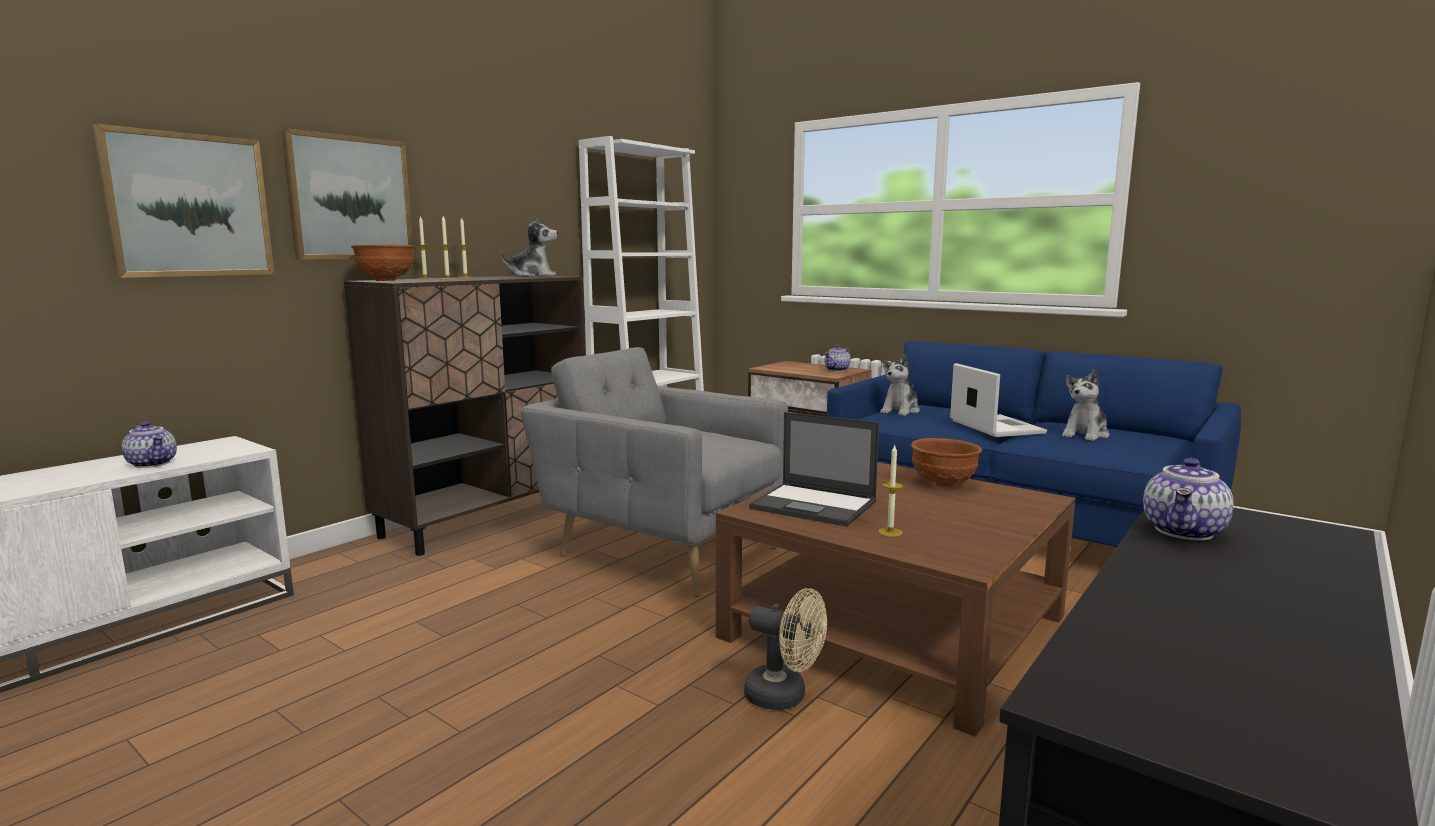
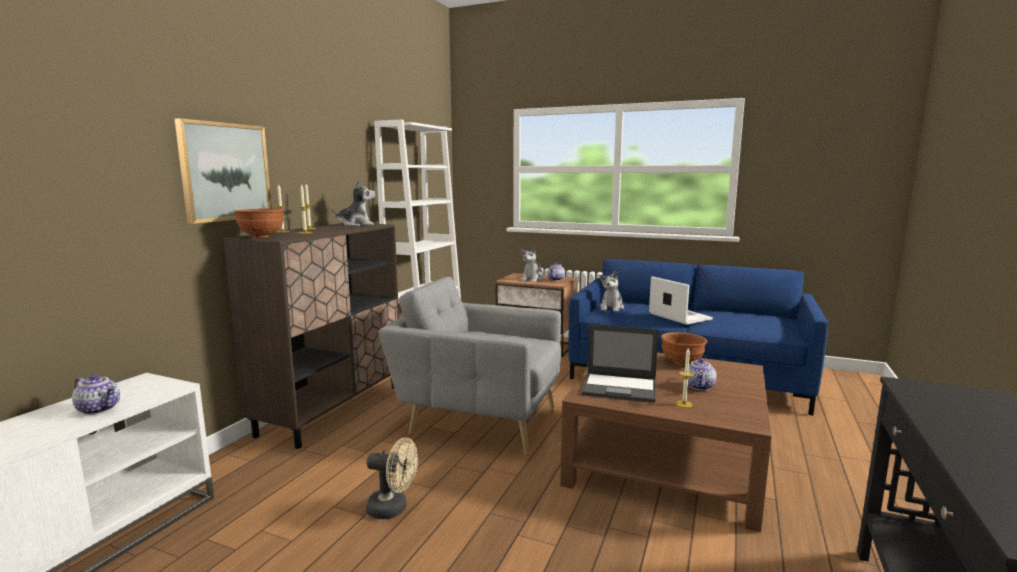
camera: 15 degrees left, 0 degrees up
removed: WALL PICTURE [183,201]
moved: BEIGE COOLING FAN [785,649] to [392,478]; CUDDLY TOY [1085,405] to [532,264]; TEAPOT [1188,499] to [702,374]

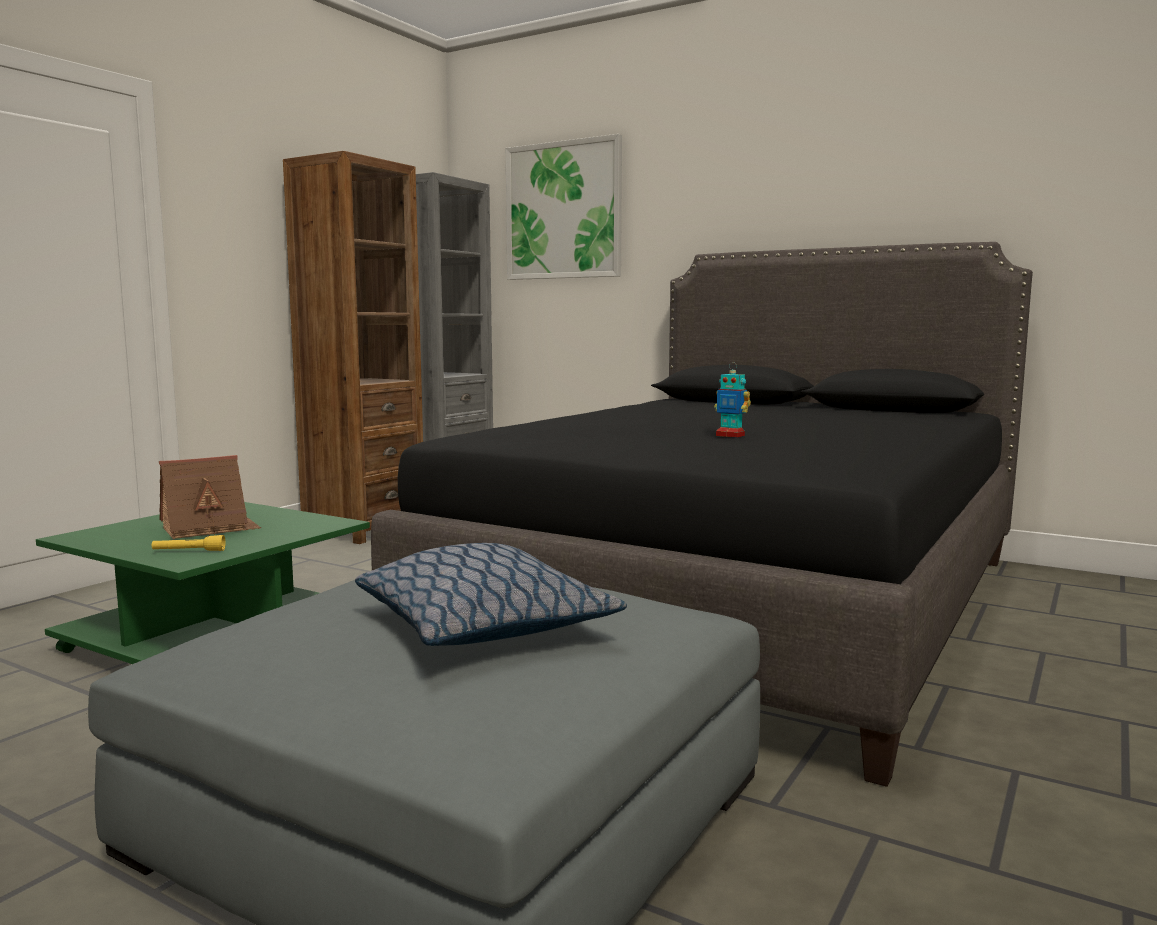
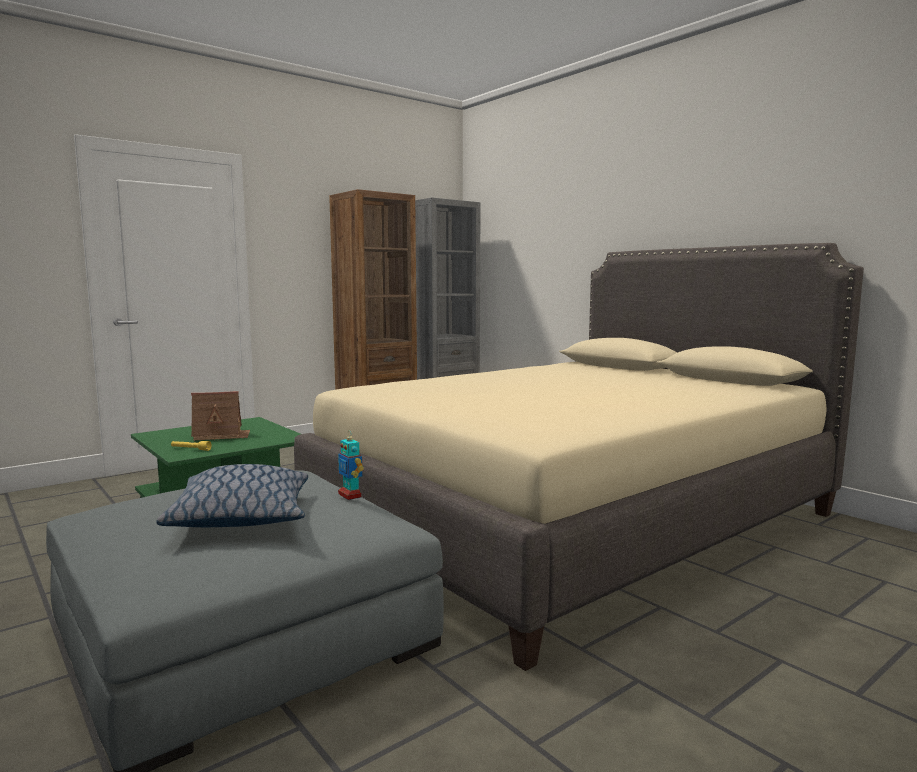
camera: 20 degrees right, 0 degrees up
removed: WALL PICTURE [564,207]
moved: TOY ROBOT [732,400] to [351,465]
recoloured: BLACK-COLOURED BED [702,514] to BEIGE BED [579,457]

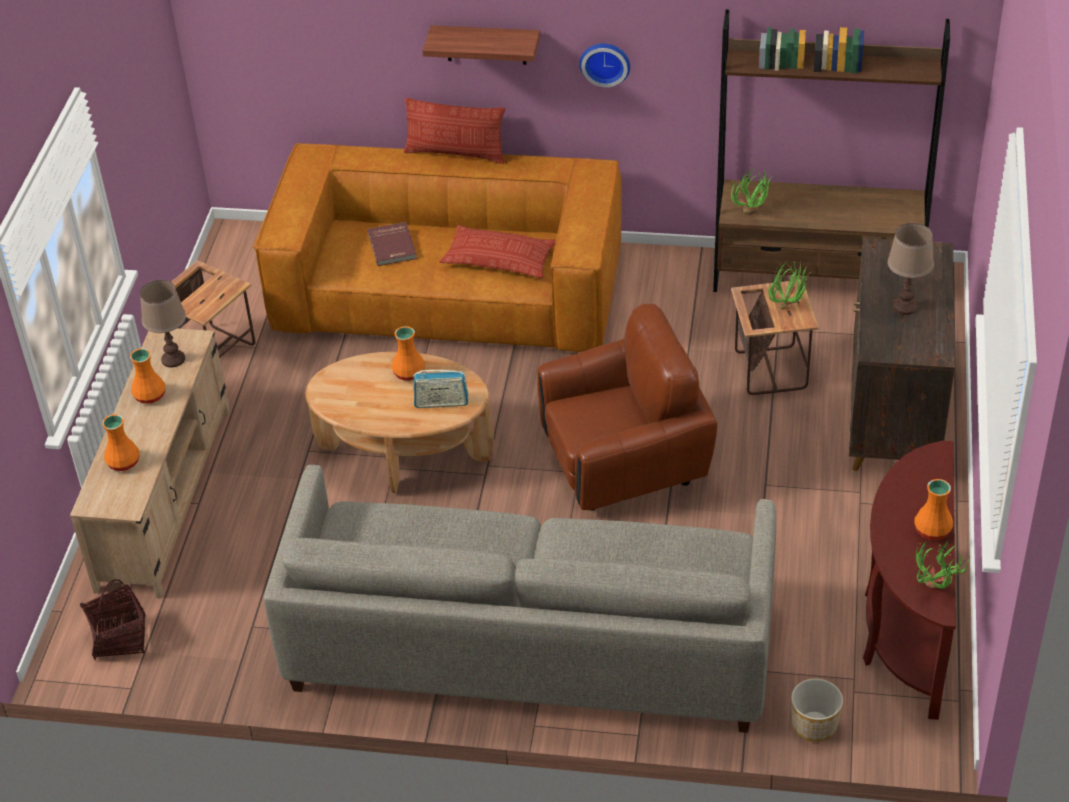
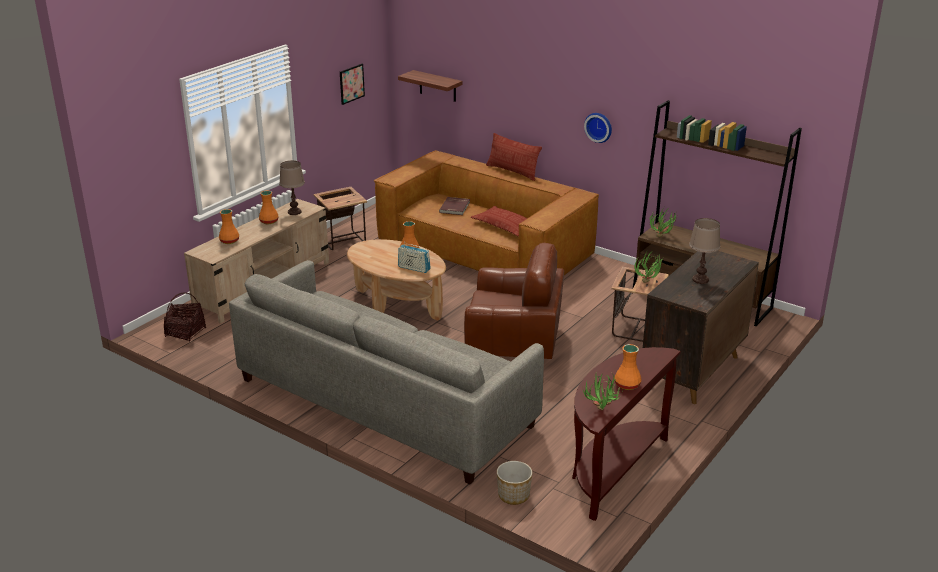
camera: 25 degrees right, 15 degrees down
added: WALL PICTURE [352,84]
moved: SHELF [481,45] to [430,86]

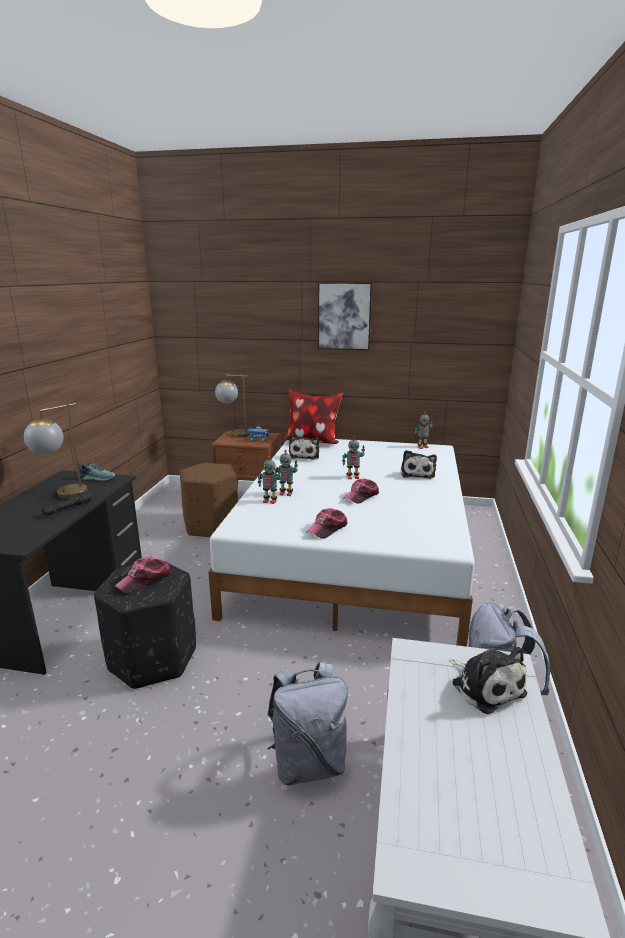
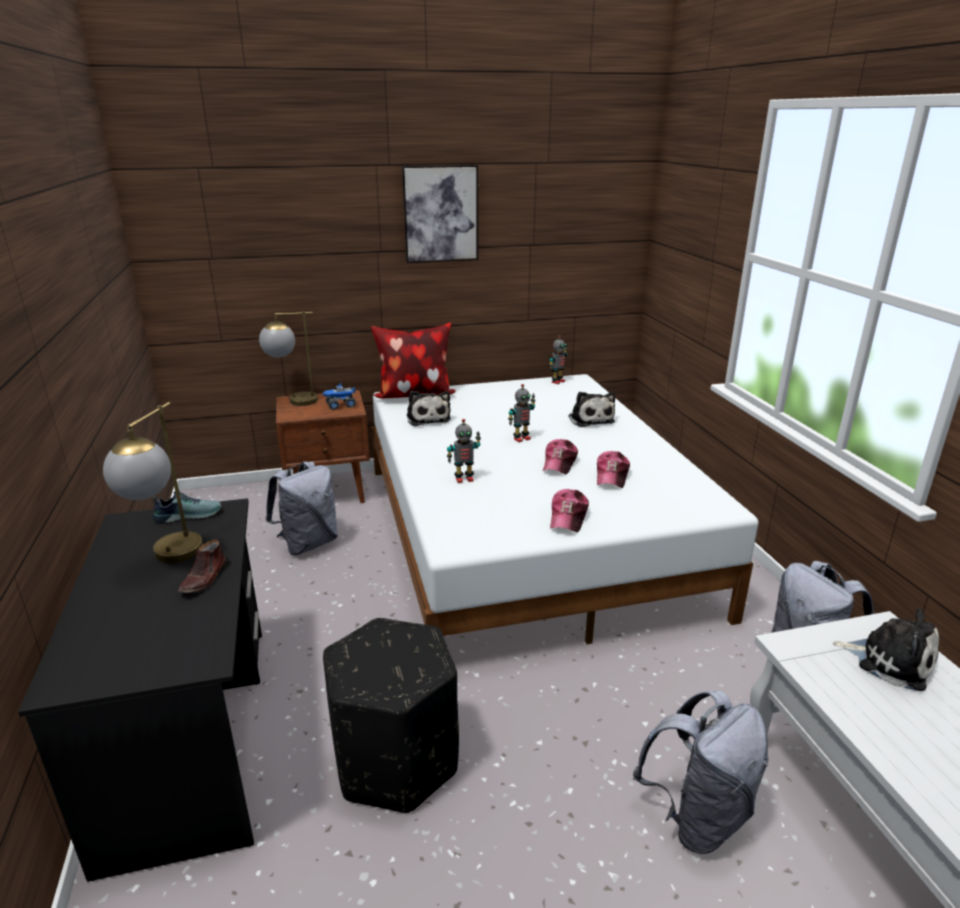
camera: 25 degrees left, 5 degrees up
removed: TOY ROBOT [270,480]
moved: BASEBALL CAP [143,575] to [613,469]
replaced: BLACK-COLOURED HAND TORCH [67,504] to BROWN-COLOURED ITEM OF FOOTWEAR [202,566]; BROWN-COLOURED POUFFE [209,500] to GREY KNAPSACK [302,508]

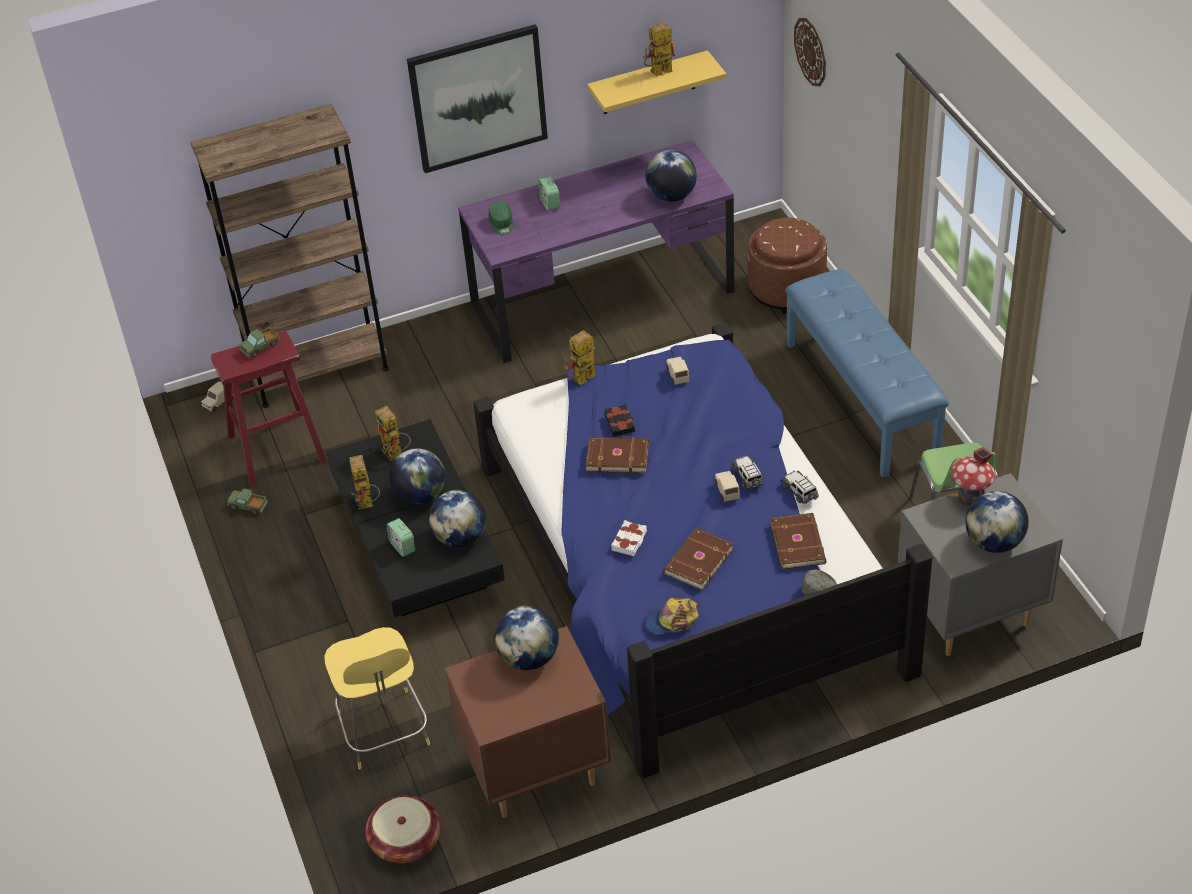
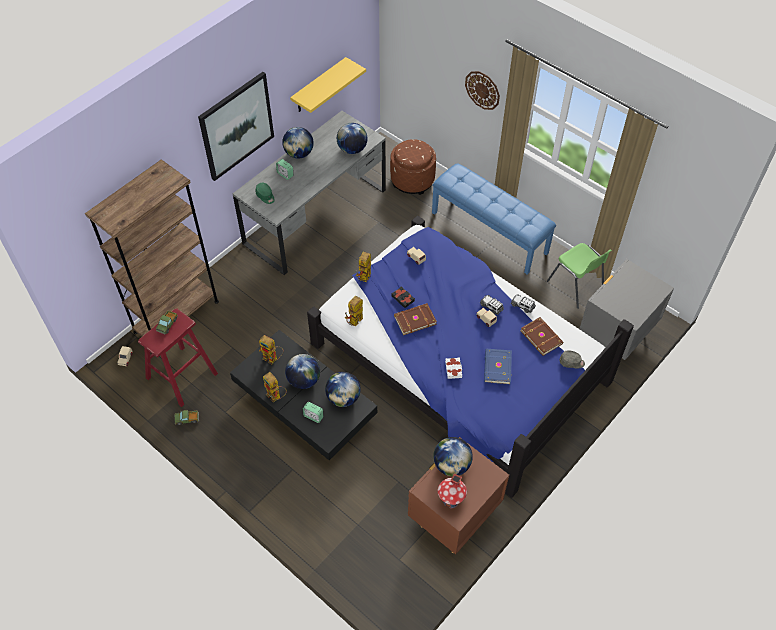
camera: 30 degrees left, 10 degrees up
removed: YELLOW-COLOURED STOOL SEAT [377,698]; STORAGE BASKET [403,829]; BASEBALL CAP [672,616]
moved: TOY ROBOT [659,50] to [354,311]; CLOCK ON THE WALL [810,52] to [482,90]; MINIATURE HOUSE [973,477] to [452,490]; GLOBE [997,522] to [298,143]
recoloured: PURPLISH DESK TABLE [596,251] to GREY DESK TABLE [309,193]; BROWN-COLOURED BOOK [698,559] to BLUE-COLOURED BOOK [498,366]

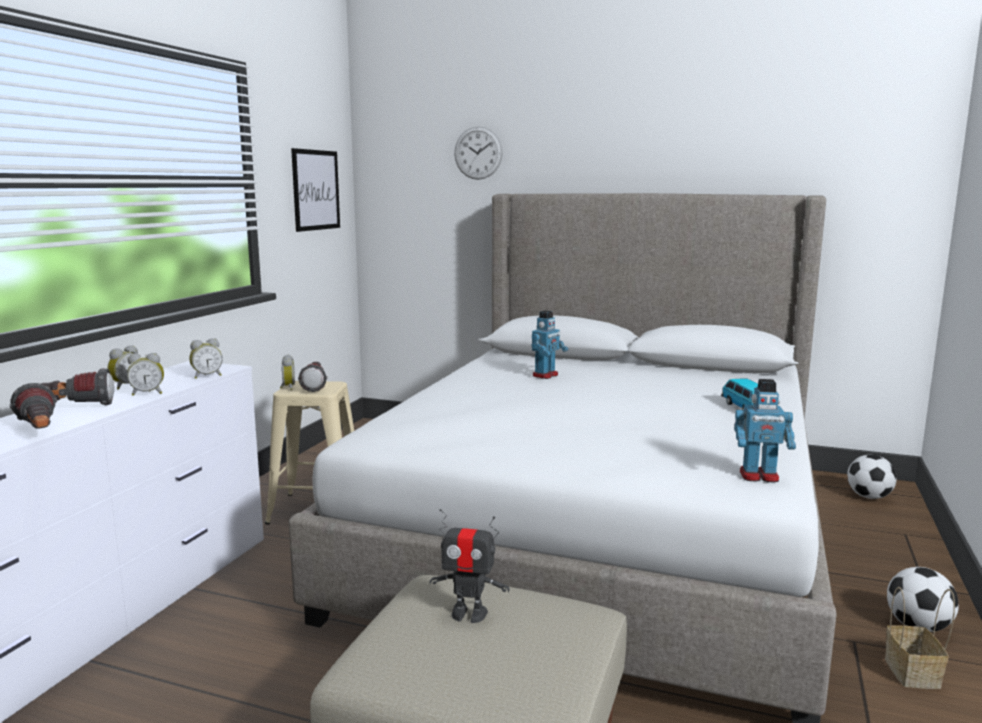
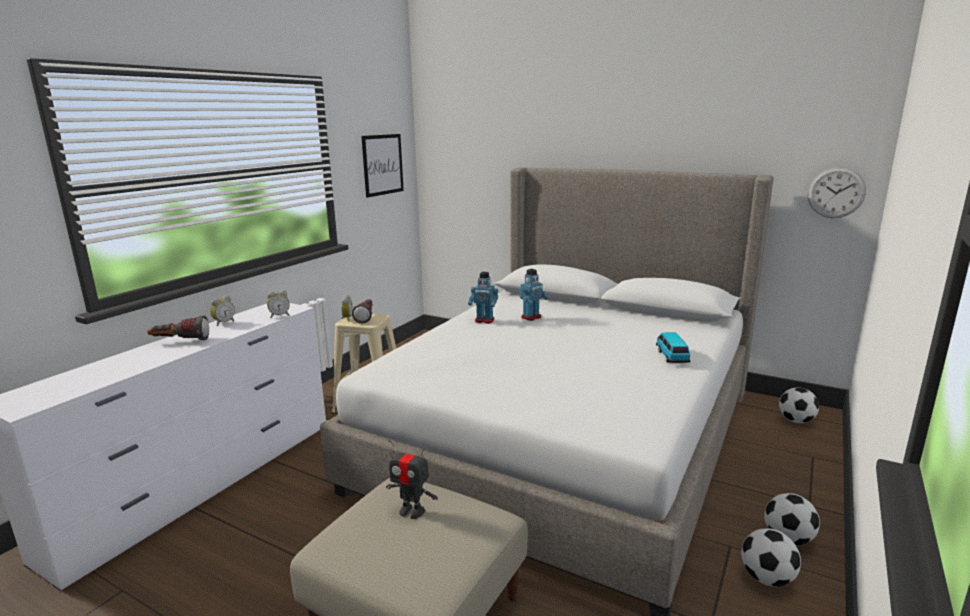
camera: 10 degrees right, 5 degrees up
removed: HAND TORCH [33,406]; BEDSIDE CLOCK [145,374]
moved: CLOCK ON THE WALL [478,153] to [837,192]; TOY ROBOT [765,430] to [483,298]
replaced: STORAGE BASKET [920,638] to BALL FOR FOOTBALL [771,557]

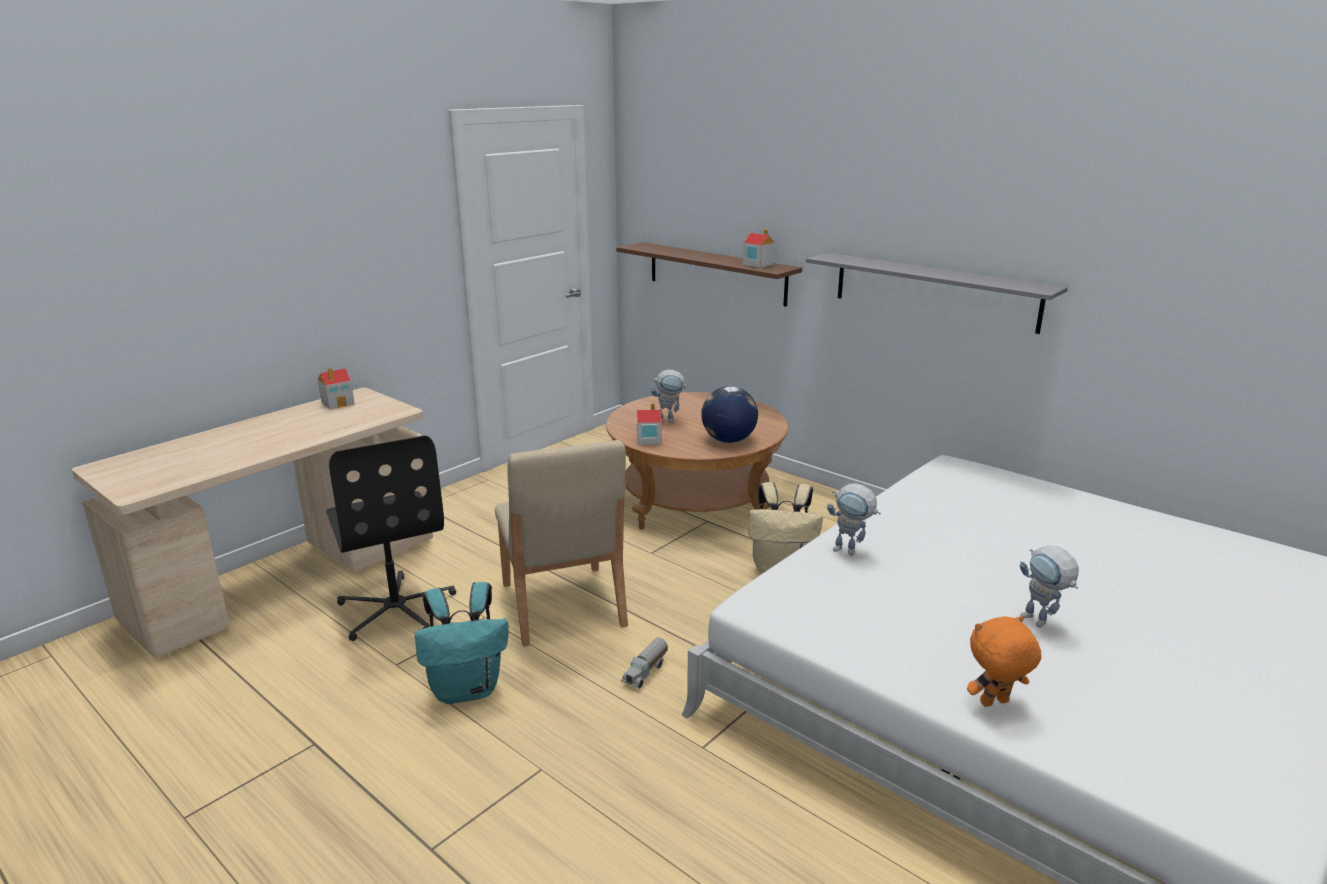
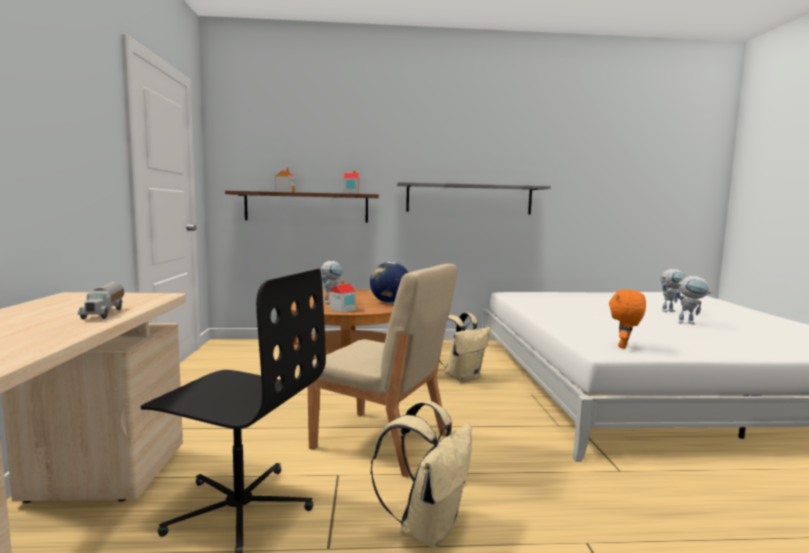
camera: 45 degrees left, 15 degrees down
moved: MINIATURE HOUSE [336,389] to [285,179]; TOY LORRY [644,662] to [100,301]; TOY ROBOT [854,519] to [673,290]; ORANGE CUDDLY TOY [1004,661] to [627,319]
recoloured: TURQUOISE-COLOURED KNAPSACK [461,643] to BEIGE KNAPSACK [421,474]

